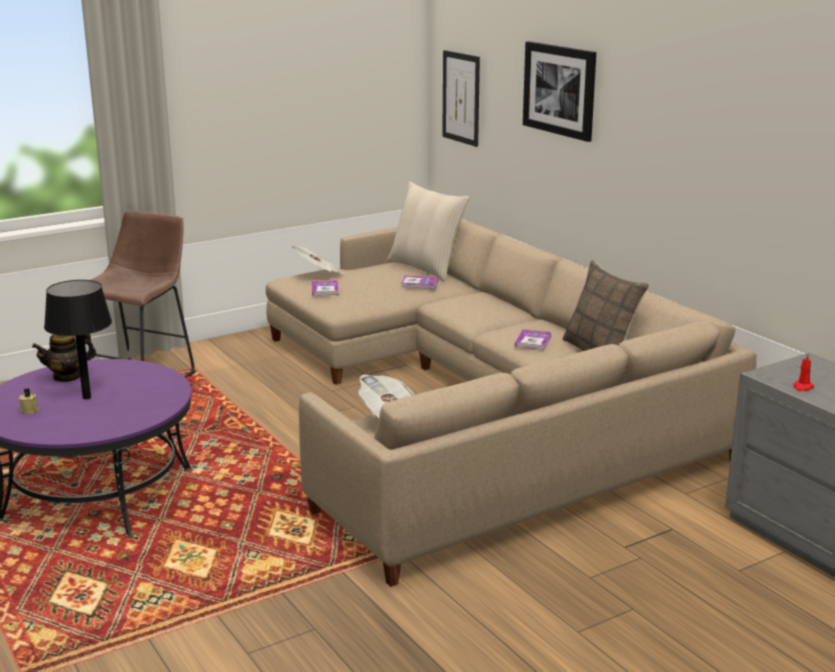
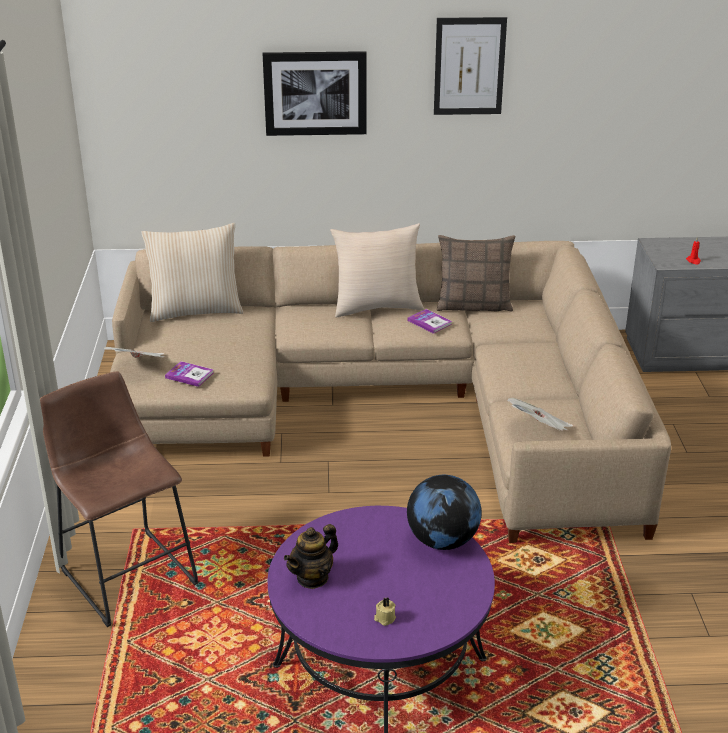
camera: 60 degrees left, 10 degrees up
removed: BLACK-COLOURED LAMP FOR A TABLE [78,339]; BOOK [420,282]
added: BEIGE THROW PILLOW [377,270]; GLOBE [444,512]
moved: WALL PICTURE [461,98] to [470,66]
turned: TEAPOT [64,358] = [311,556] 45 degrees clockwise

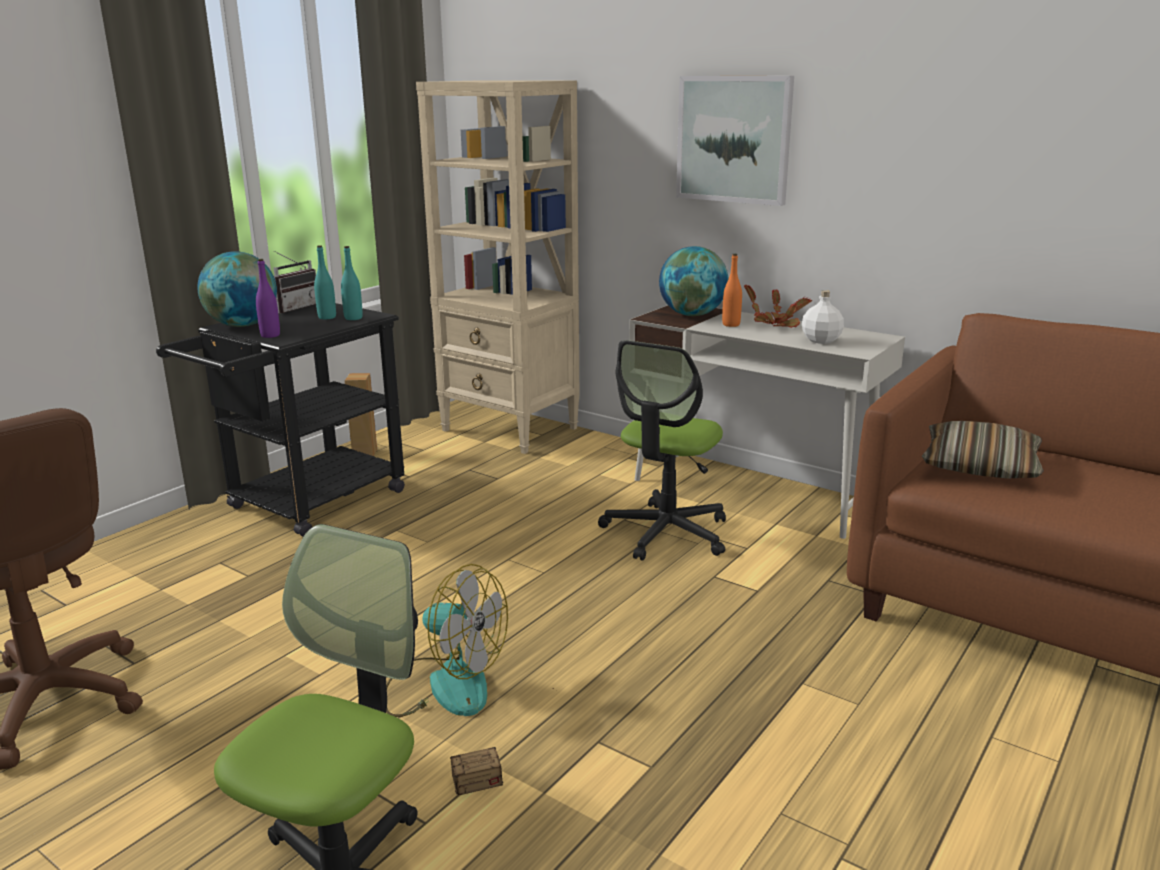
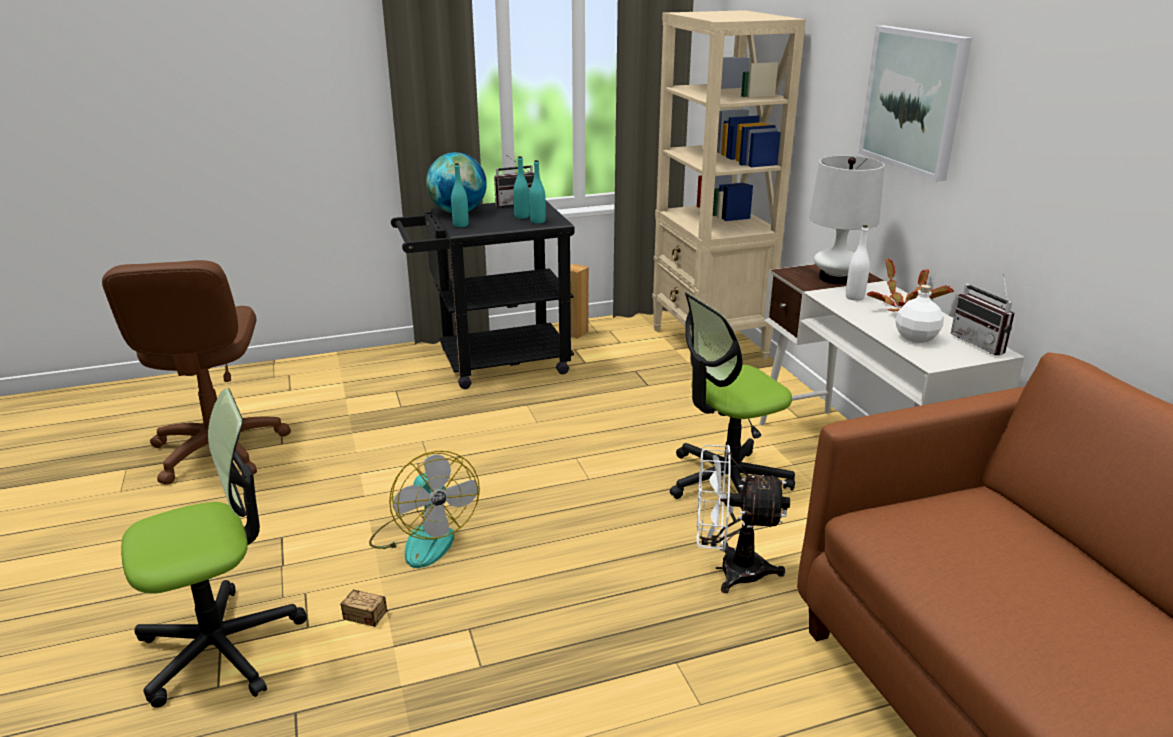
camera: 35 degrees right, 5 degrees up
removed: THROW PILLOW [983,449]
added: WHITE-COLOURED COOLING FAN [743,519]; RADIO [983,314]
replaced: GLOBE [694,281] to WHITE-COLOURED LAMP FOR A TABLE [846,220]
recoloured: PURPLISH BEVERAGE BOTTLE [268,298] to TURQUOISE-COLOURED BEVERAGE BOTTLE [460,195]; ORANGE BEVERAGE BOTTLE [732,290] to WHITE-COLOURED BEVERAGE BOTTLE [858,263]

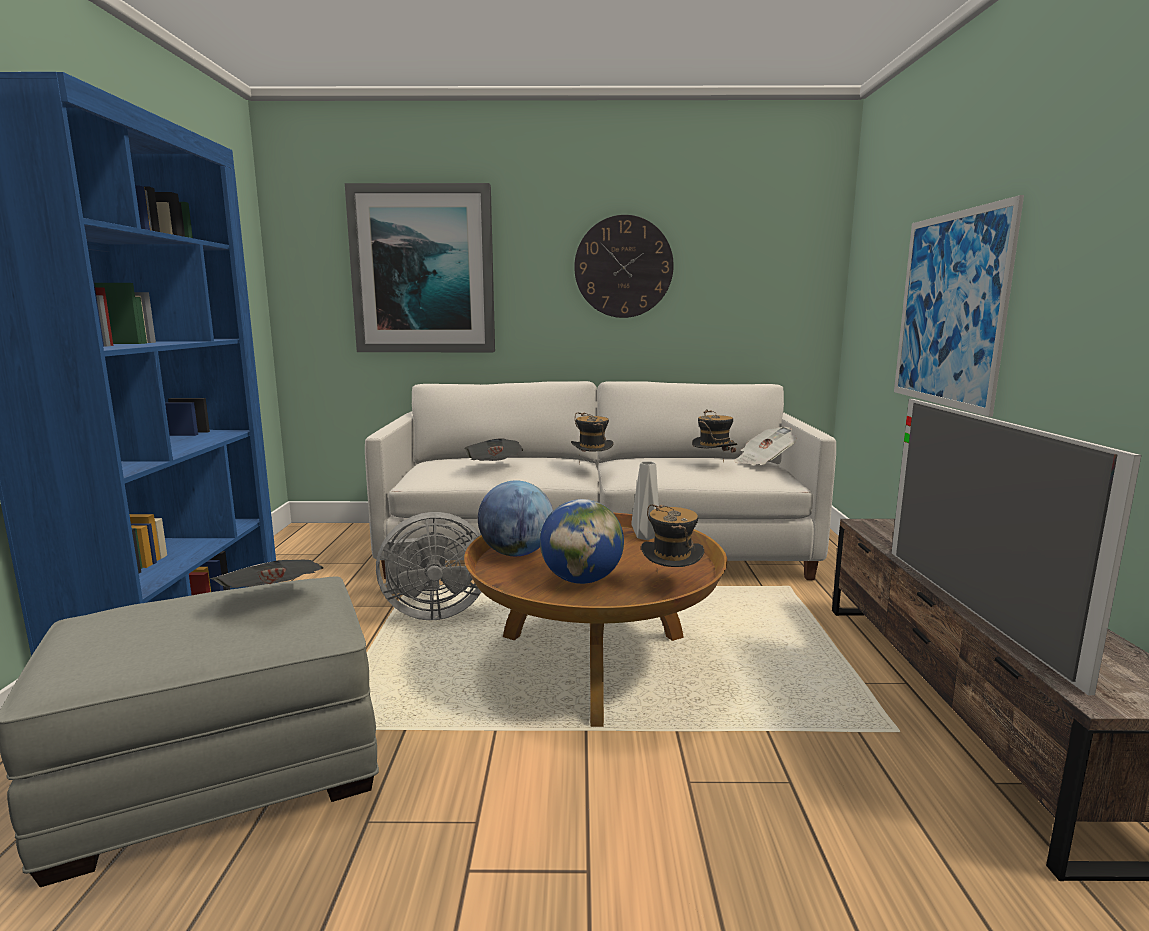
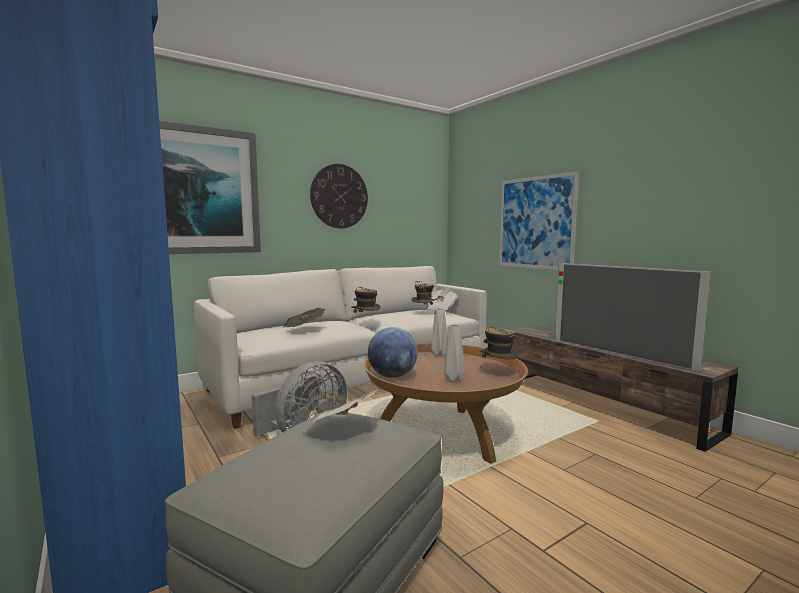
camera: 35 degrees left, 5 degrees down
replaced: GLOBE [582,541] to GREY DECORATIVE VASE [454,353]

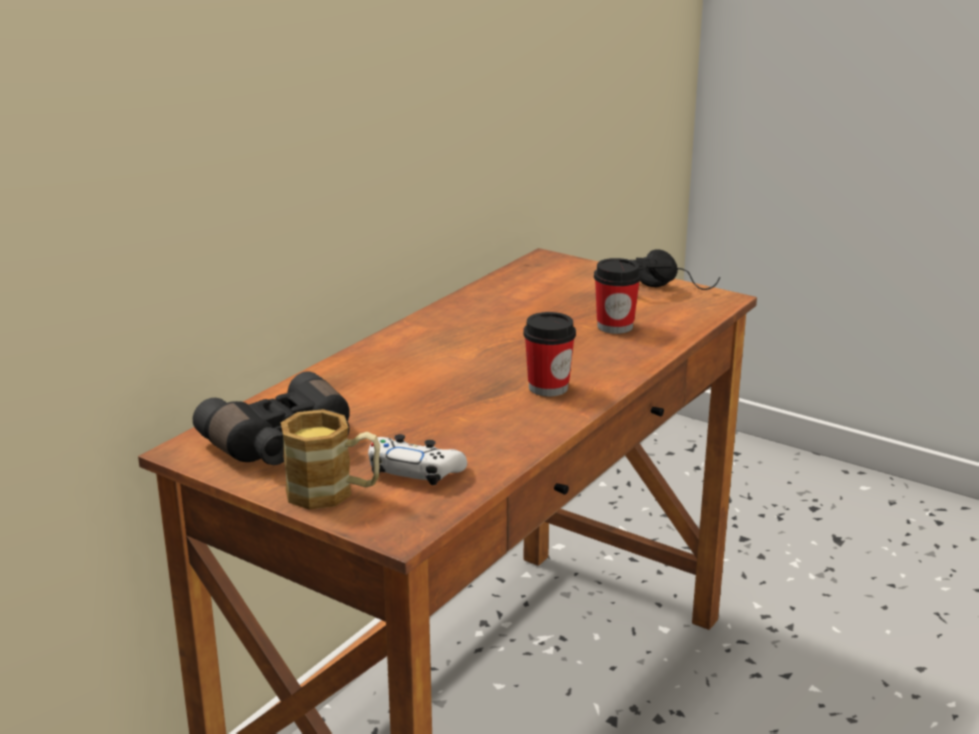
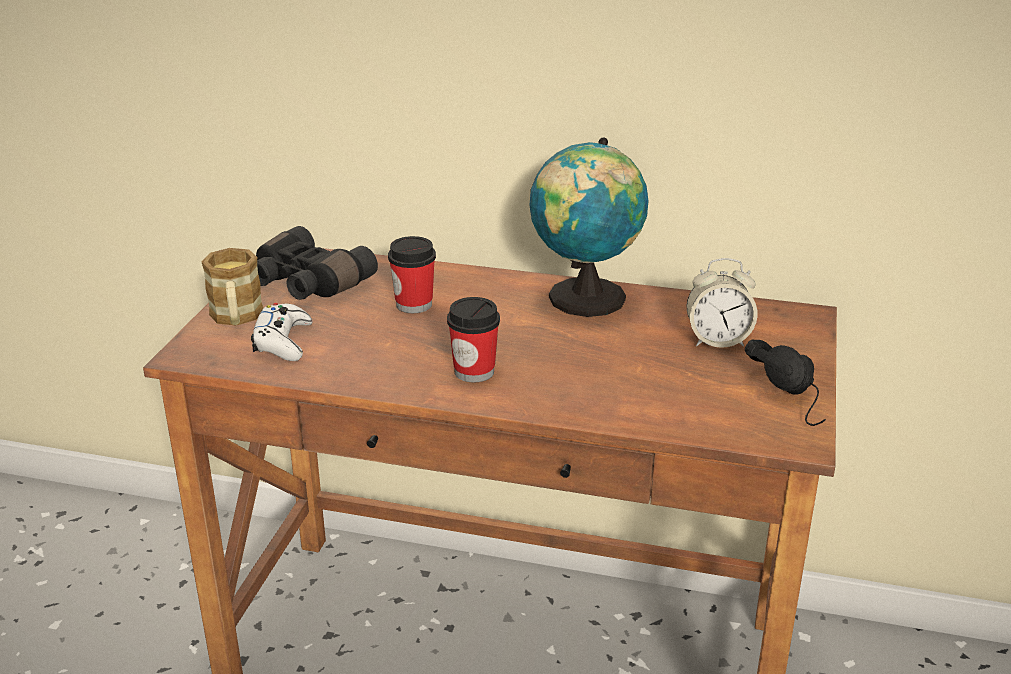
camera: 70 degrees right, 5 degrees up
added: GLOBE [589,227]; BEDSIDE CLOCK [722,303]
moved: DRINKING CUP [617,296] to [412,274]

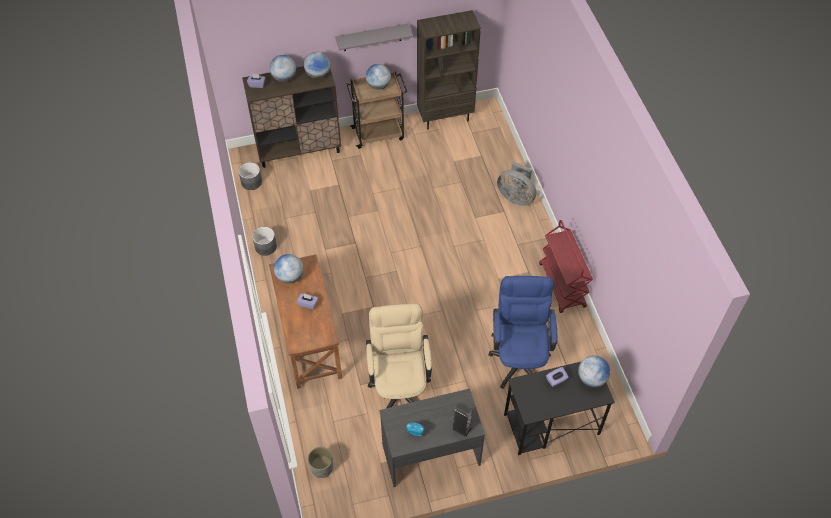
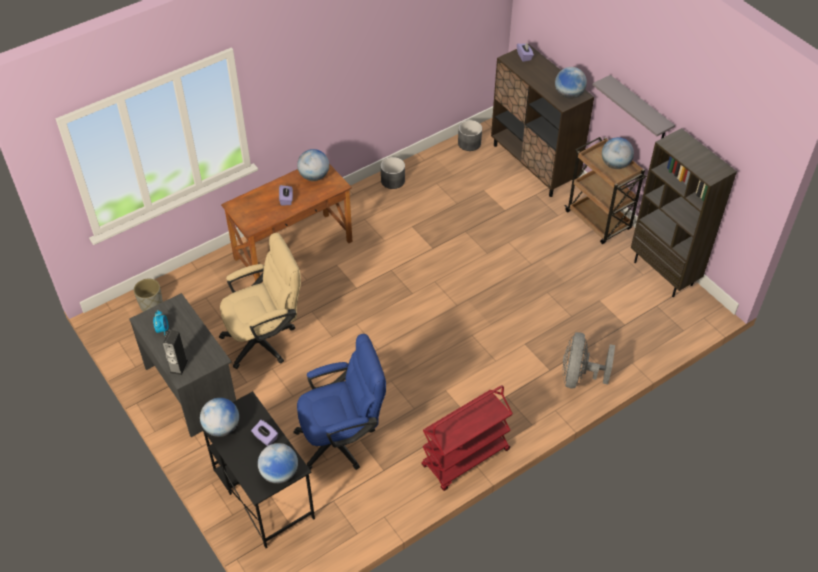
camera: 70 degrees right, 5 degrees down
moved: GLOBE [283,68] to [219,417]

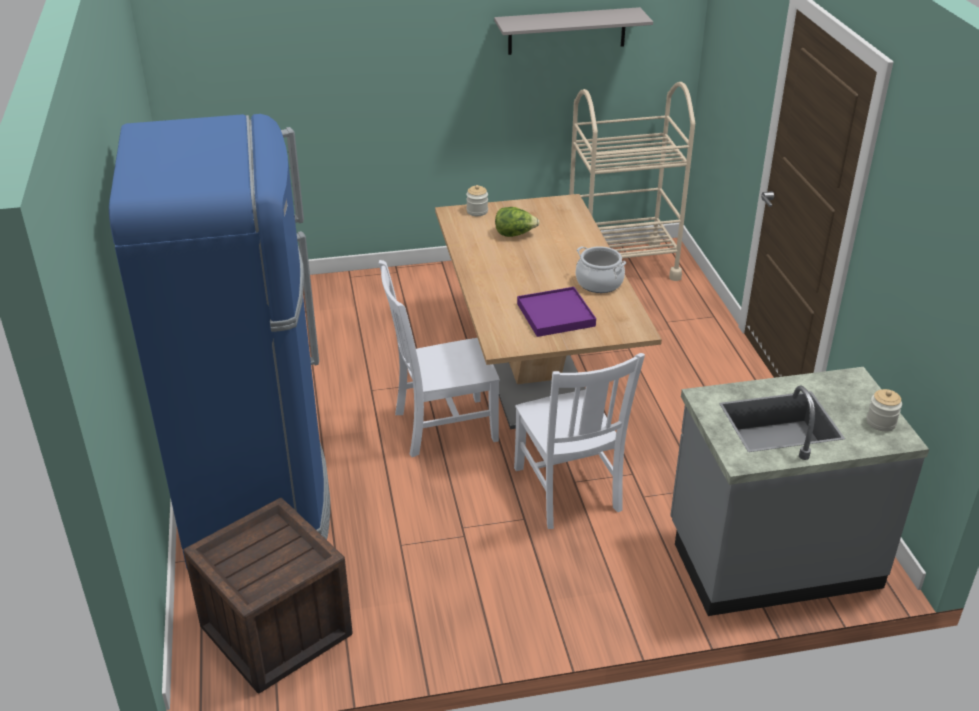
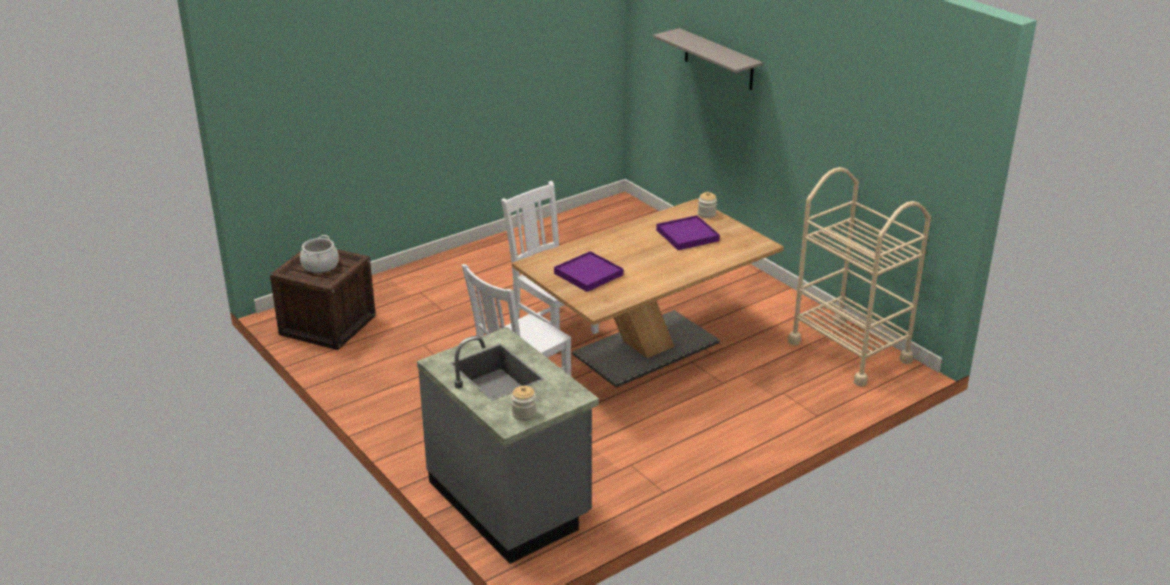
camera: 65 degrees right, 5 degrees down
removed: BLUE-COLOURED FRIDGE [219,342]
moved: GREY SHELF [573,31] to [708,59]; SAUCEPOT [601,269] to [319,254]
replaced: LETTUCE HEAD [517,222] to PURPLISH CARRYING TRAY [688,232]

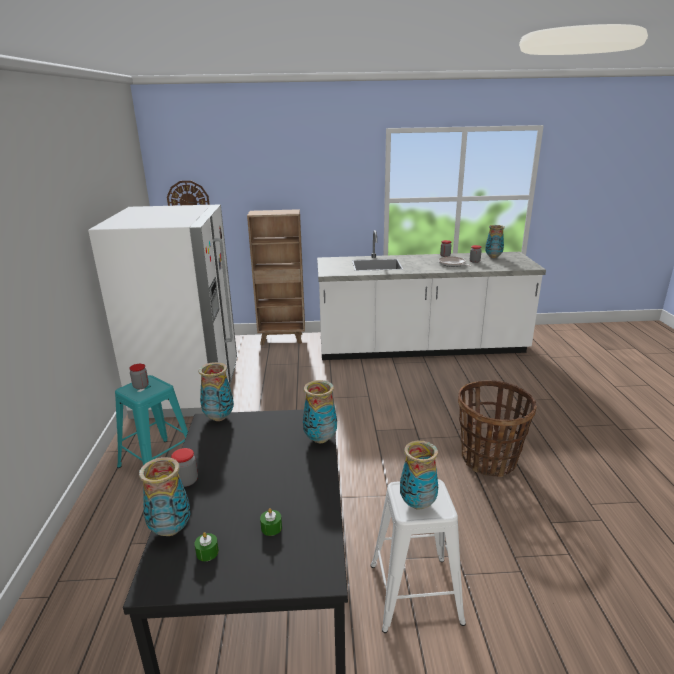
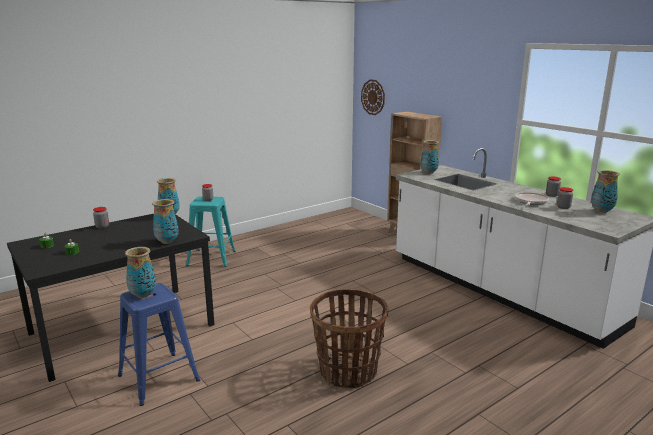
camera: 55 degrees right, 5 degrees down
removed: WHITE-COLOURED FRIDGE [162,311]
moved: DECORATIVE VASE [164,496] to [429,157]
recoloured: WHITE-COLOURED STOOL SEAT [418,556] to BLUE-COLOURED STOOL SEAT [159,344]

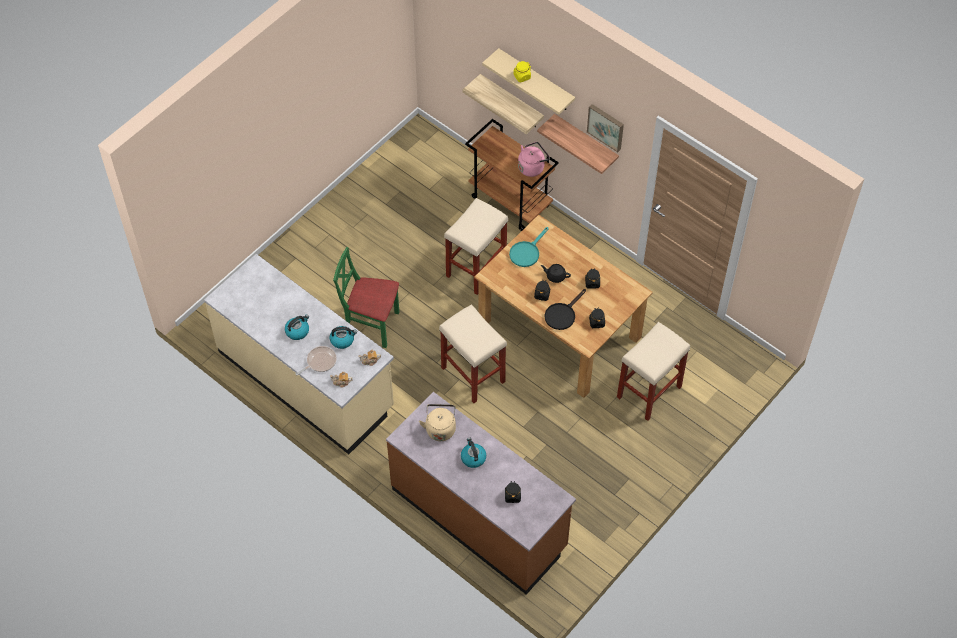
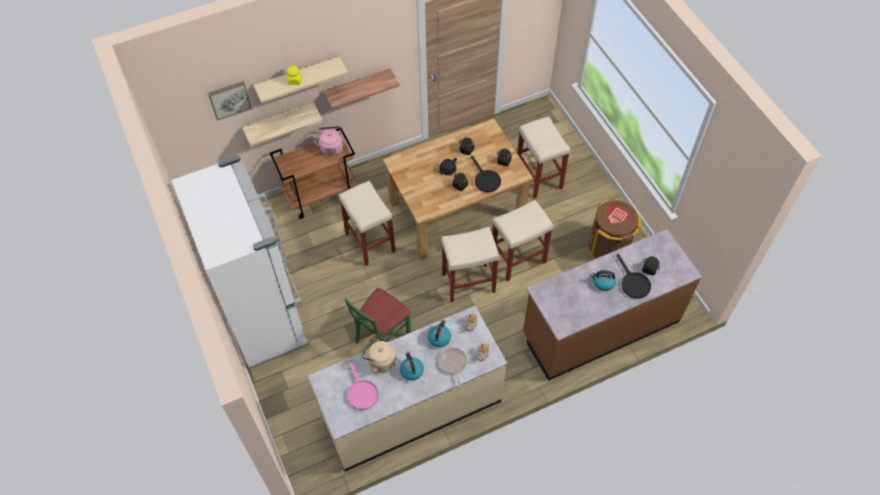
camera: 65 degrees left, 0 degrees up
removed: TURQUOISE-COLOURED SKILLET [529,247]
added: WHITE-COLOURED FRIDGE [241,262]; PINK SKILLET [363,384]; BEIGE STOOL SEAT [523,240]; BROWN-COLOURED WASTE BIN [615,230]; BLACK-COLOURED SKILLET [634,276]
moved: BEIGE KETTLE [437,422] to [379,354]; WALL PICTURE [605,128] to [230,101]

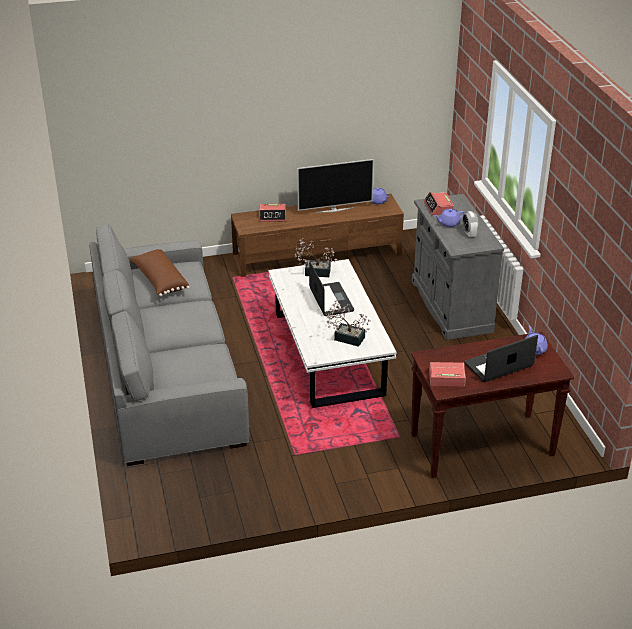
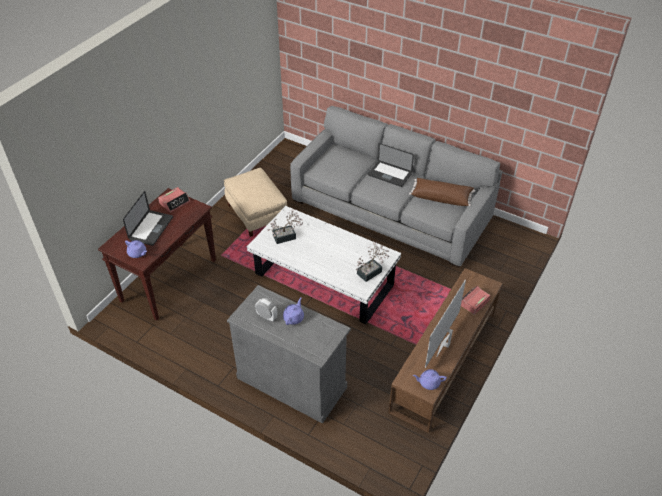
camera: 135 degrees right, 10 degrees up
removed: BEDSIDE CLOCK [439,203]
added: BEIGE POUFFE [255,202]
moved: PORTABLE COMPUTER [331,288] to [391,165]

